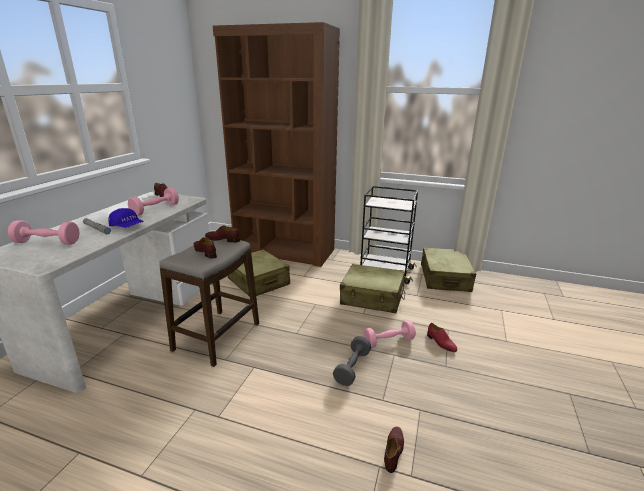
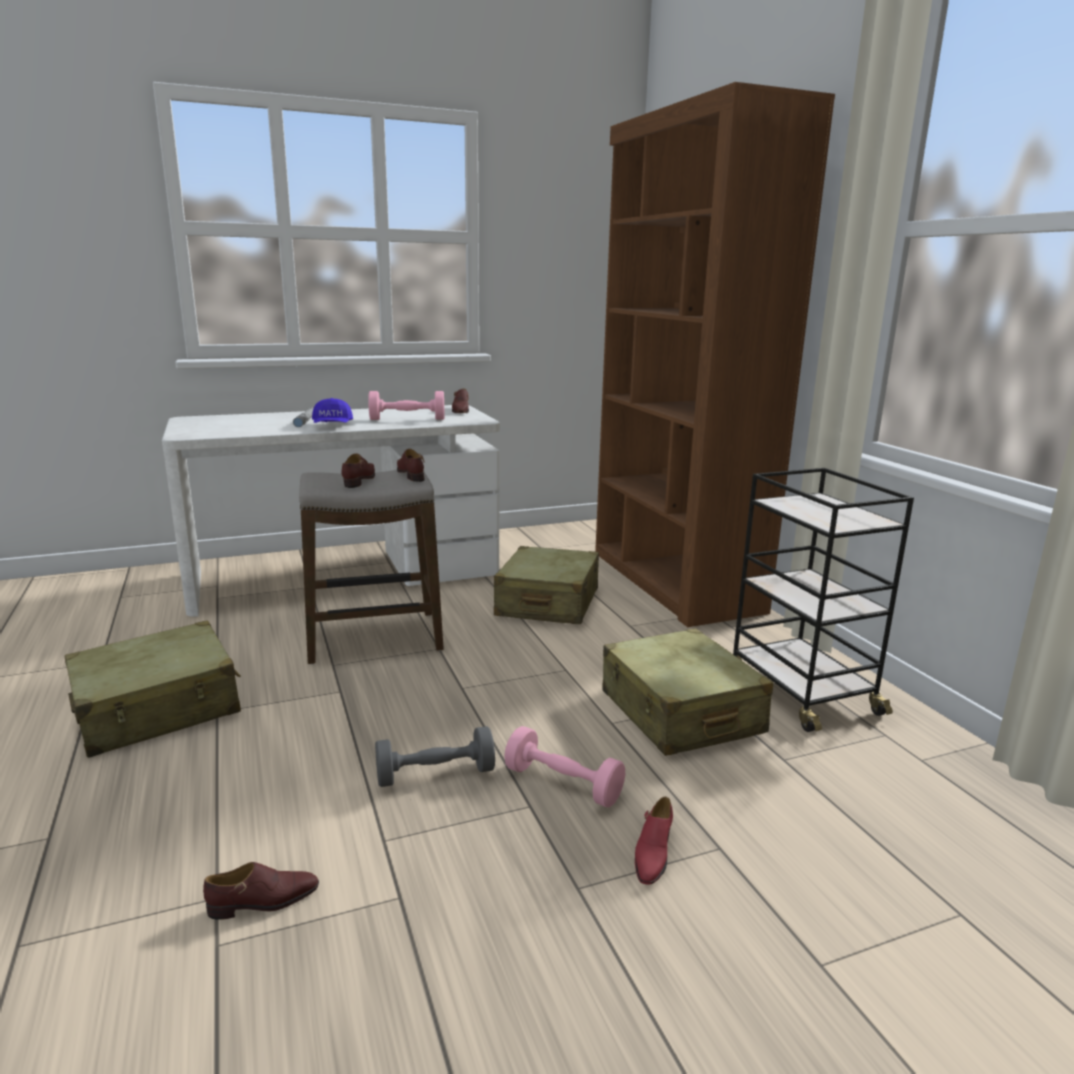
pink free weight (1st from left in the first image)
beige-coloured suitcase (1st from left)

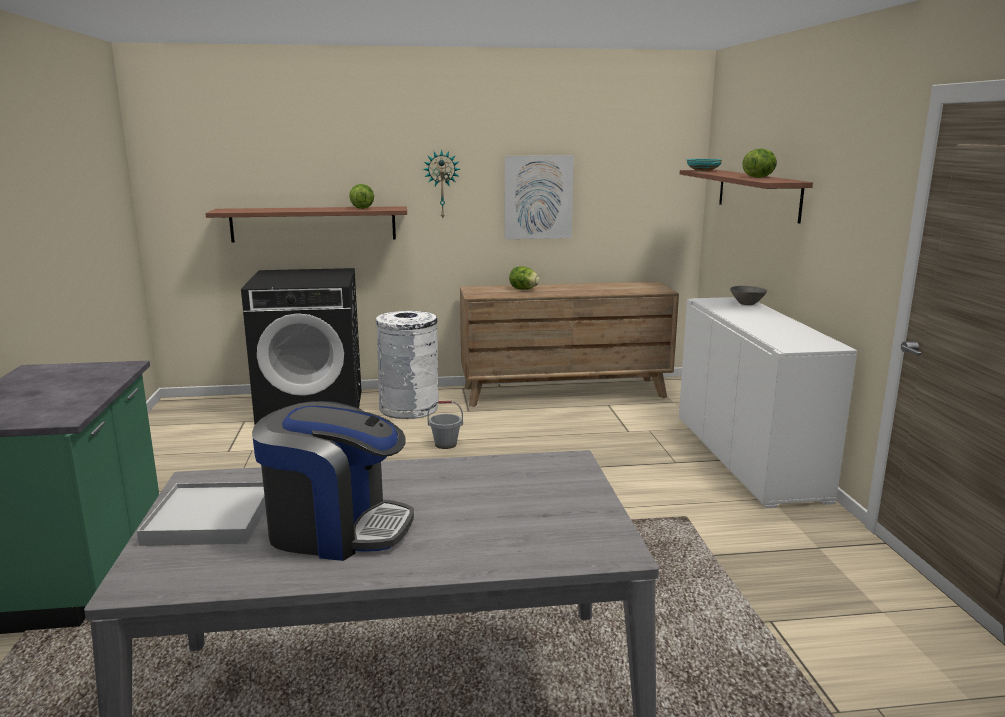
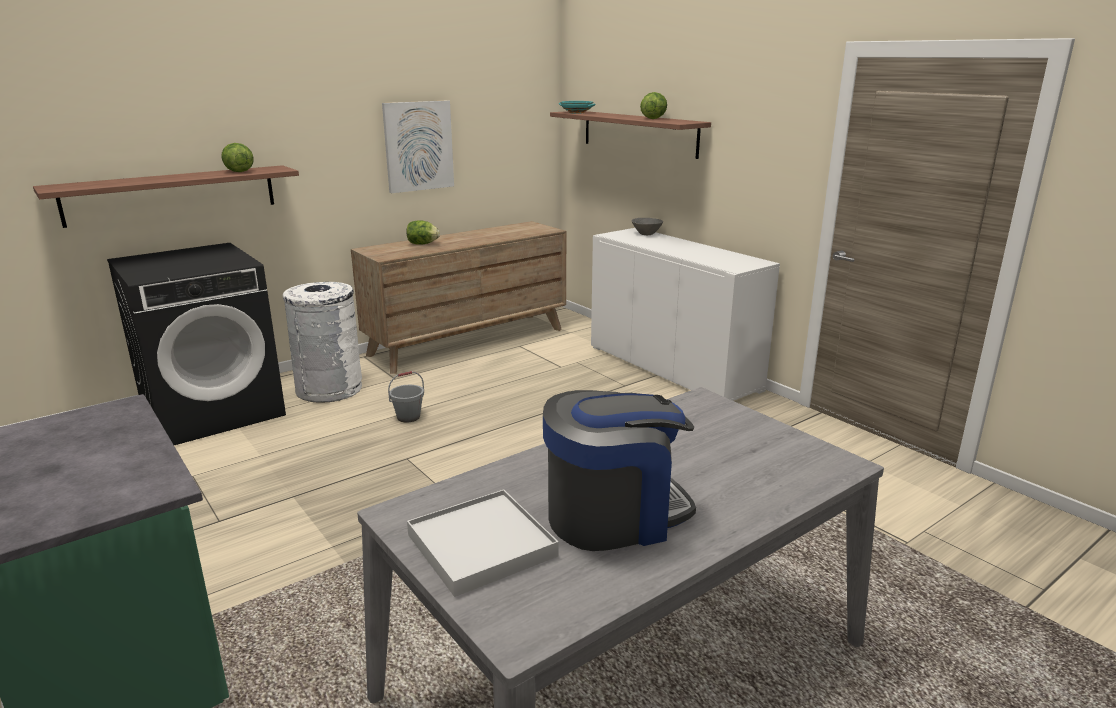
wall clock

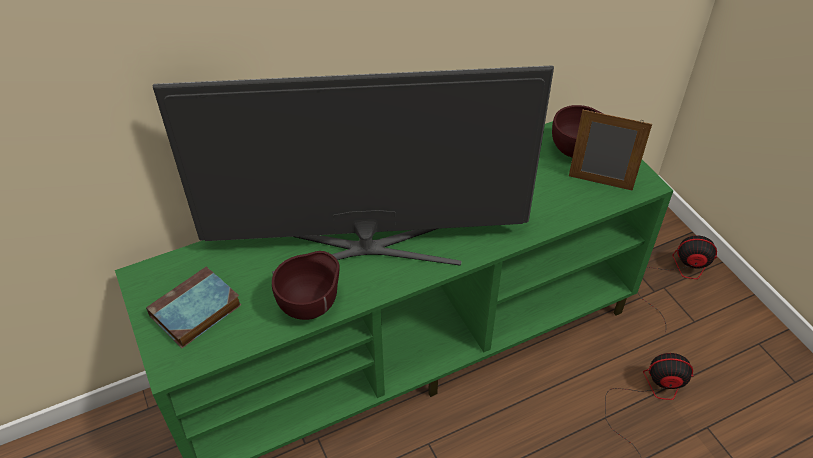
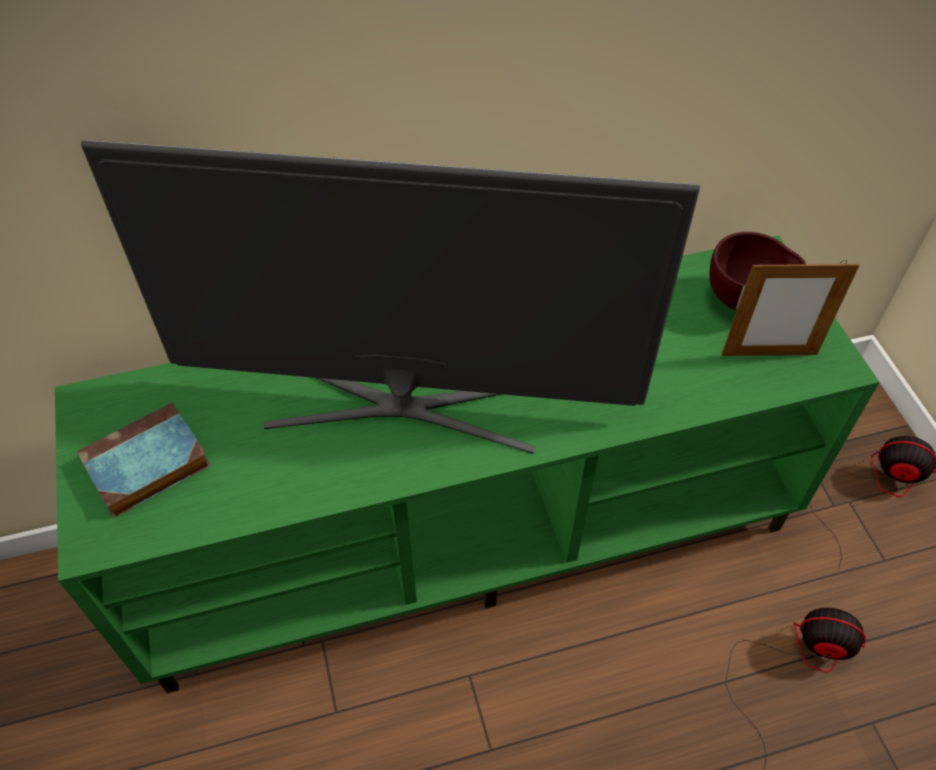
brown deep dish (1st from left in the first image)
standing frame

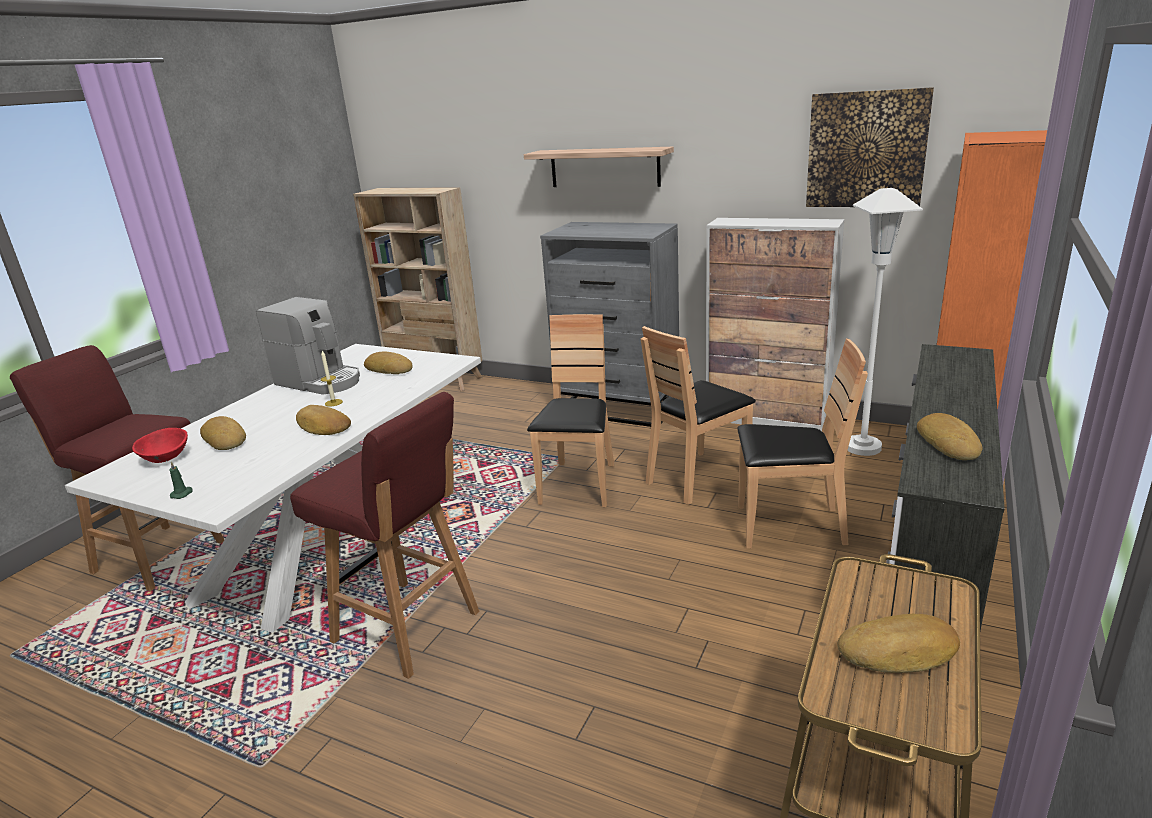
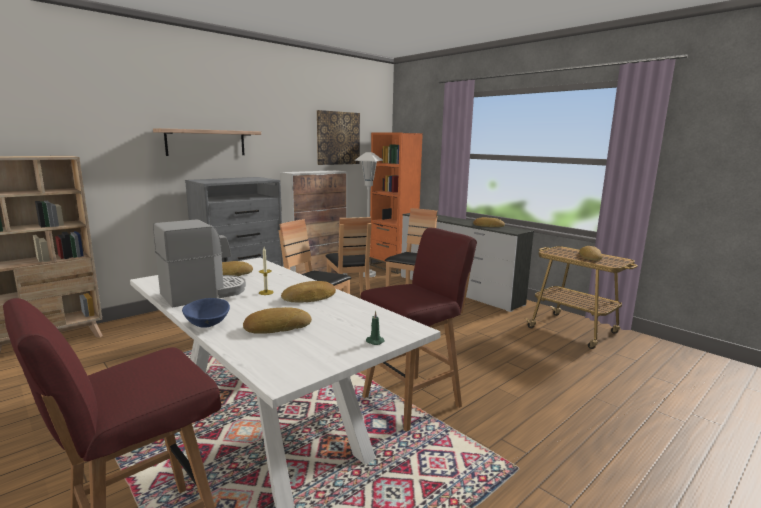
reddish deep dish
blue-coloured deep dish

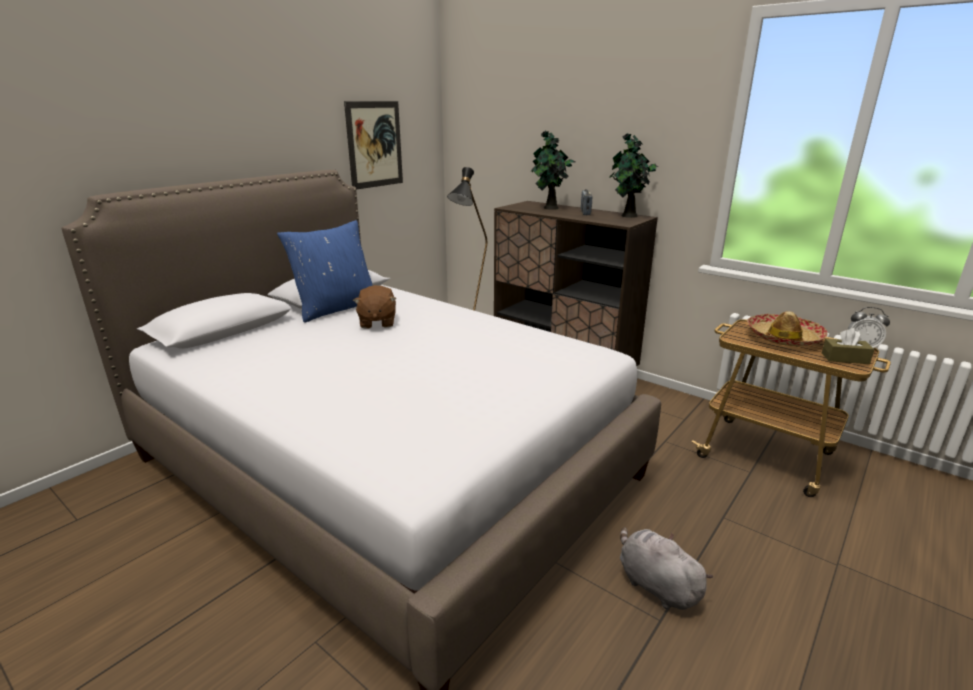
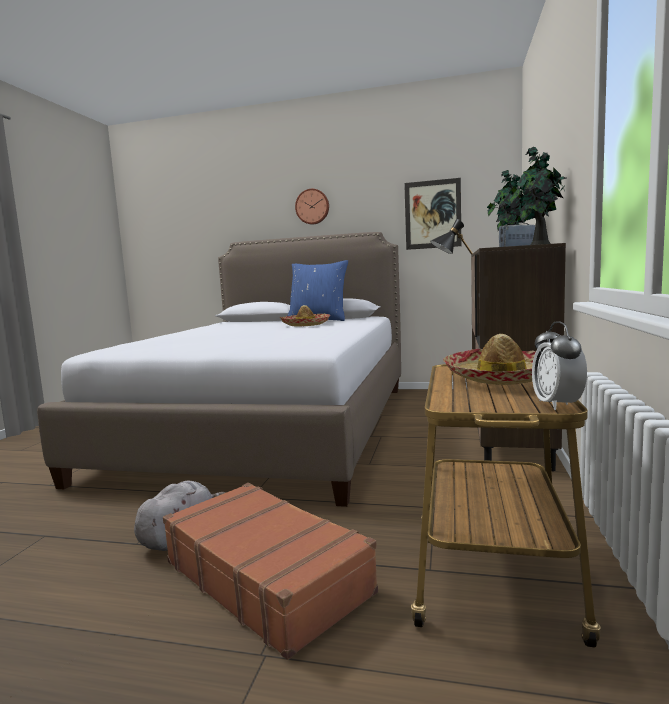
hat (1st from left)
brown box of tissues
brown suitcase
wall clock

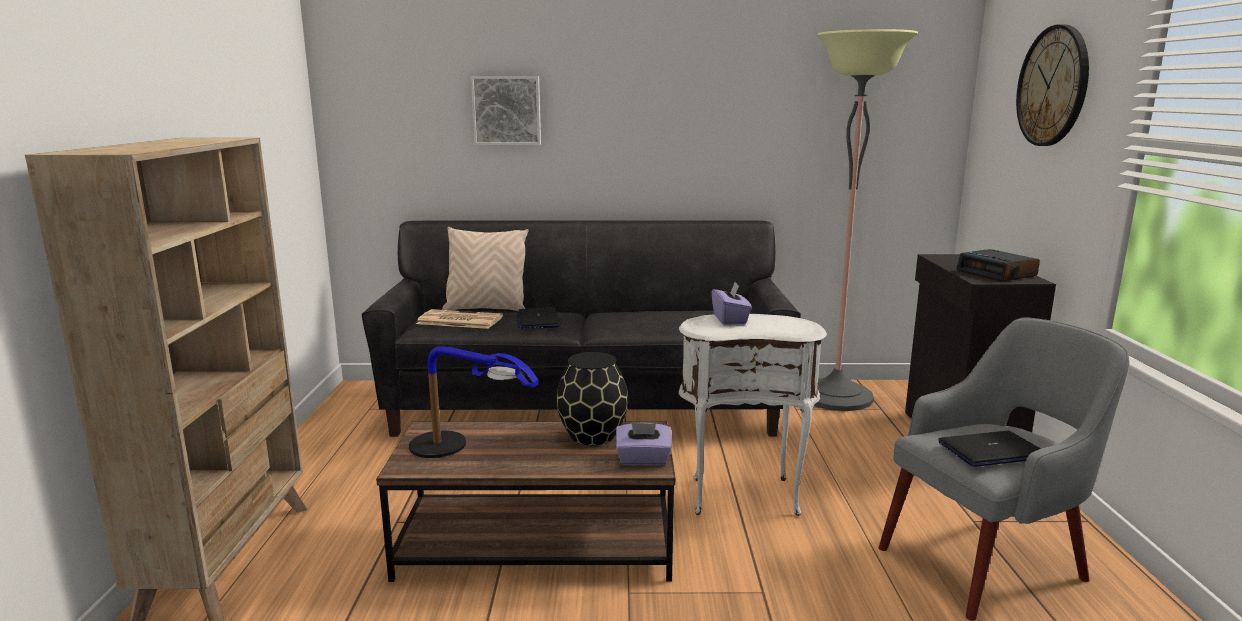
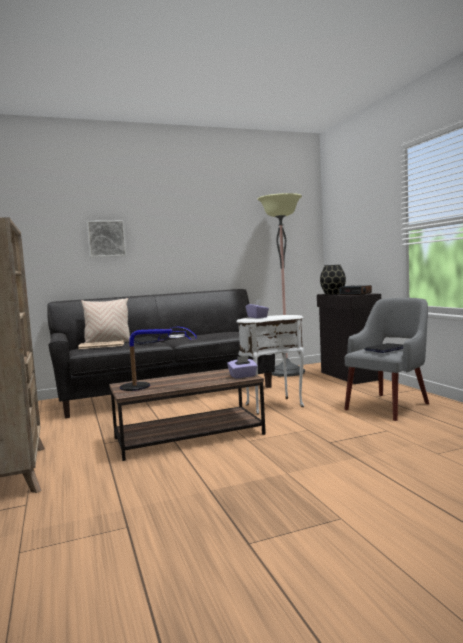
black decorative vase
wall clock

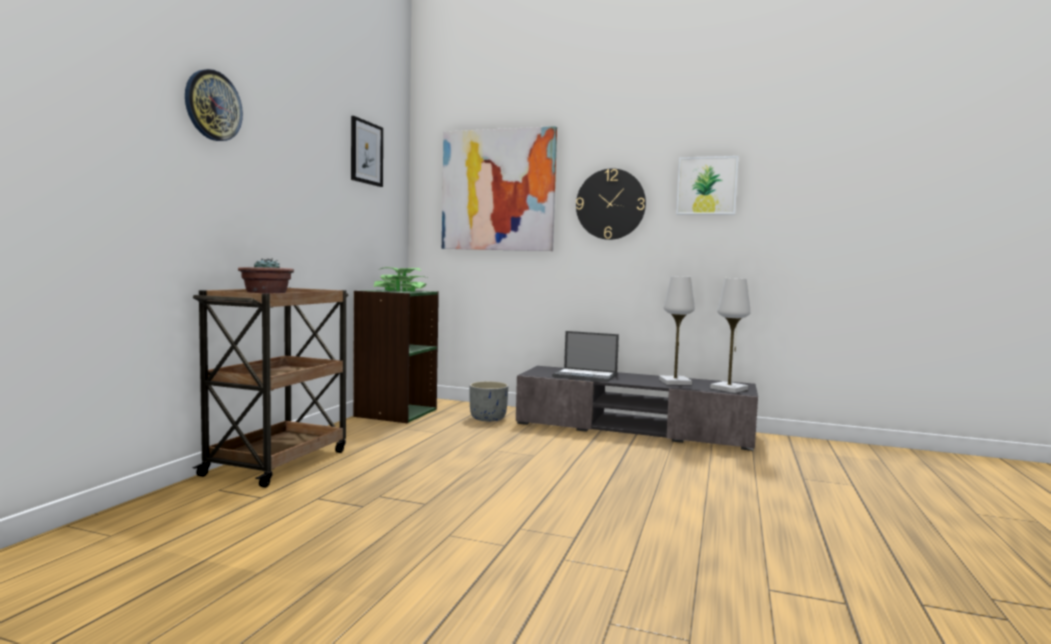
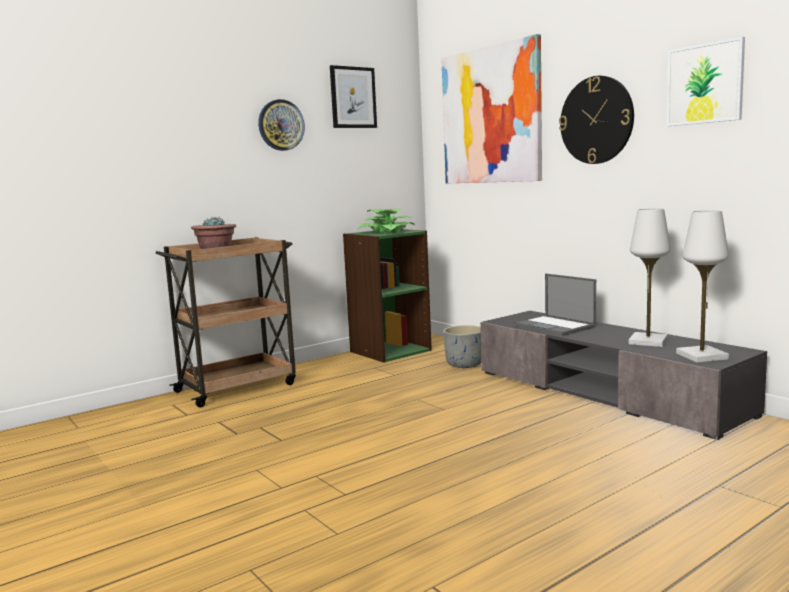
wall clock (1st from left)

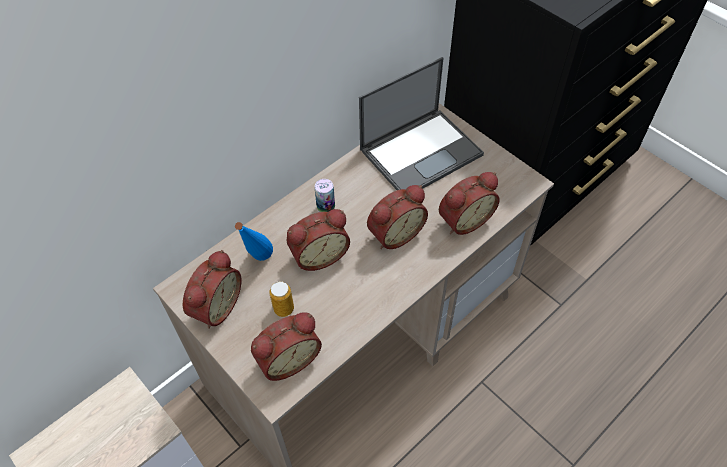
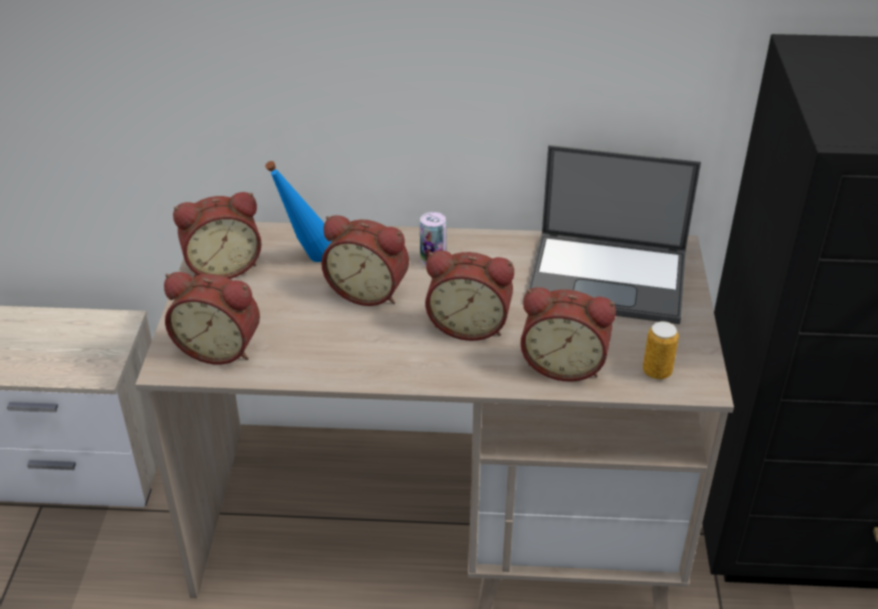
sealed can (2nd from left)

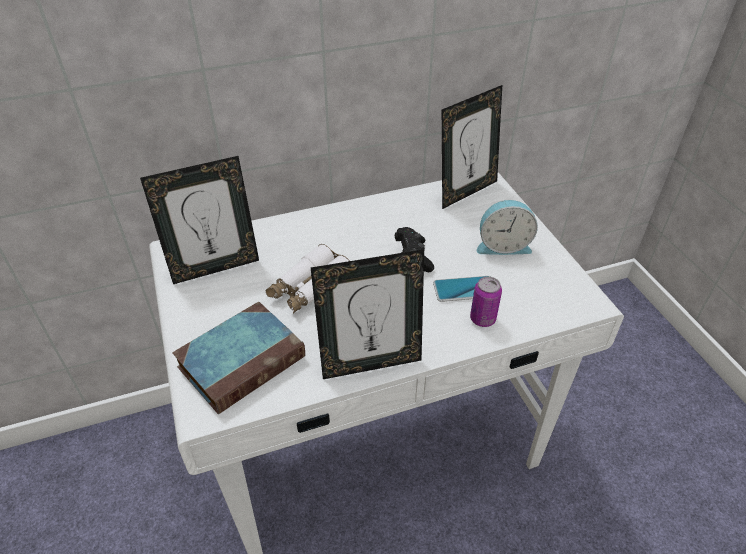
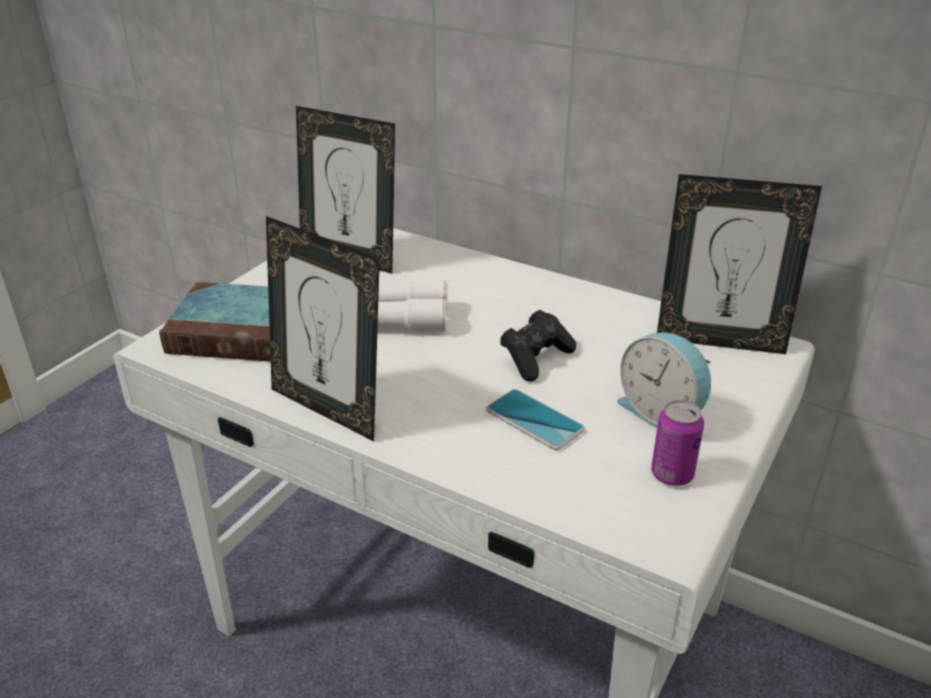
sealed can

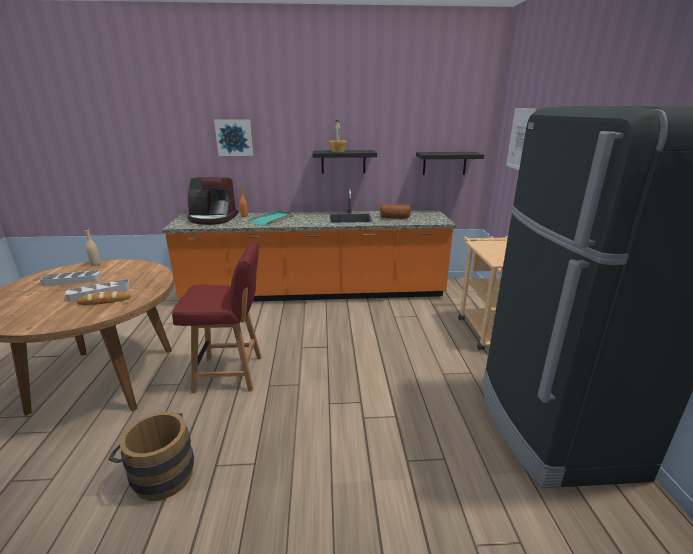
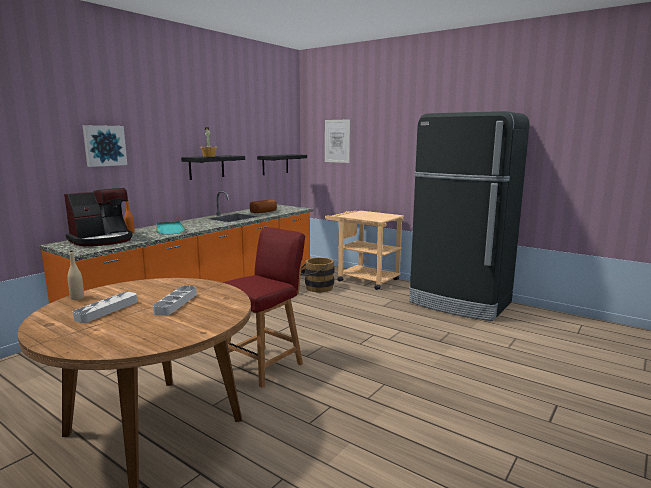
bakery bread (1st from left in the first image)
brown pail

